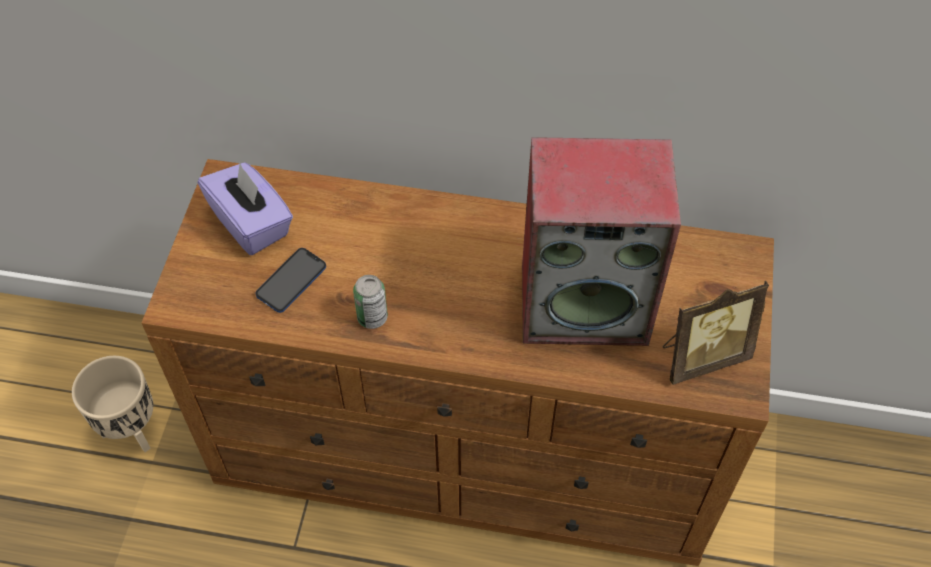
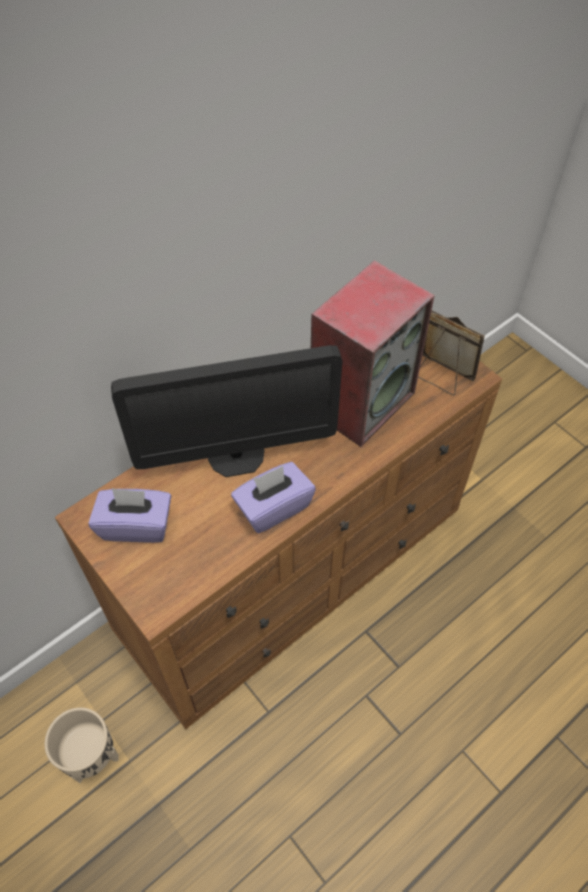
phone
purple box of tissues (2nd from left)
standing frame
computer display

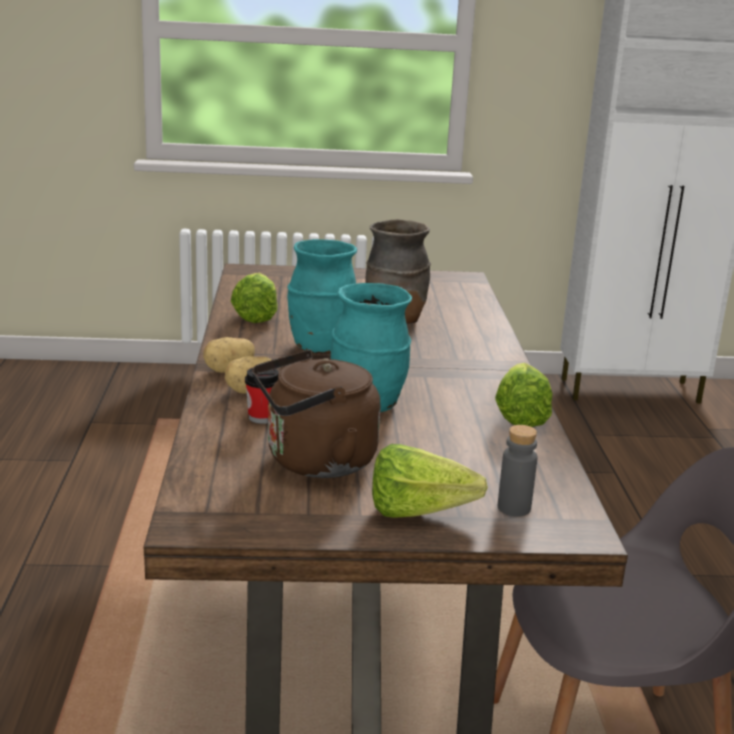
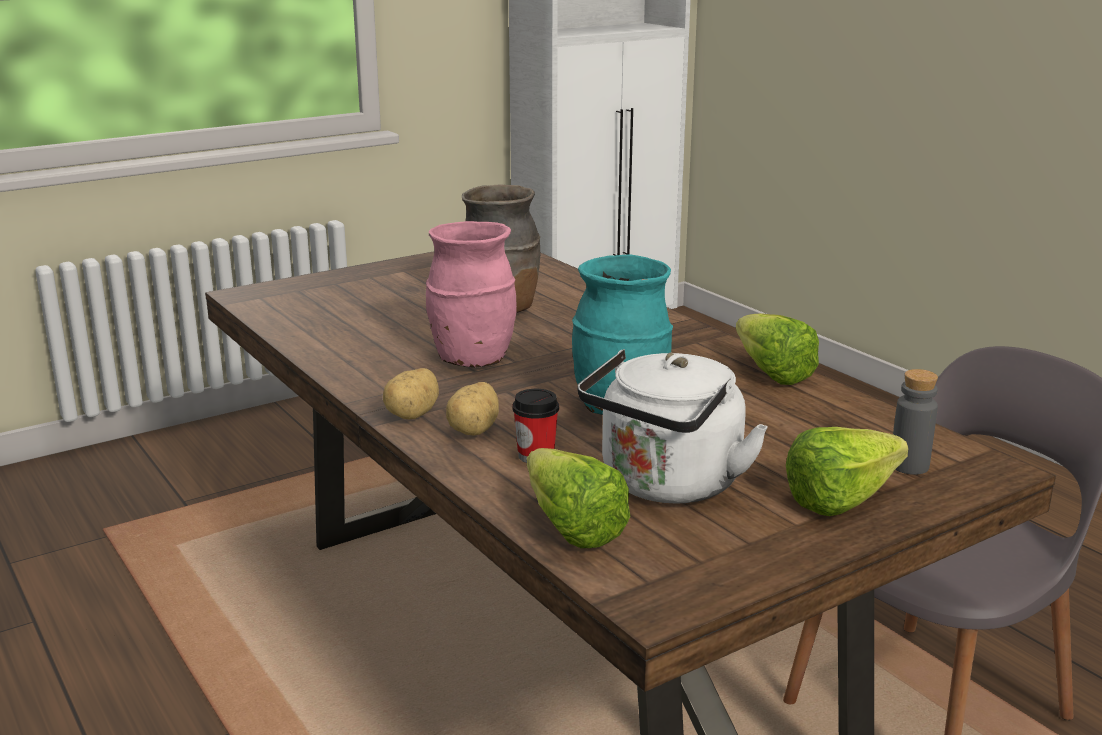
lettuce head (1st from left)
whitish water kettle
pink decorative vase

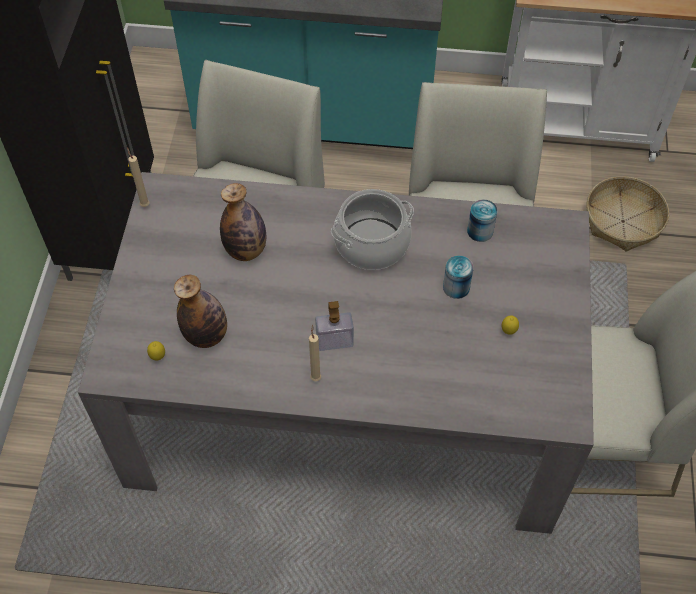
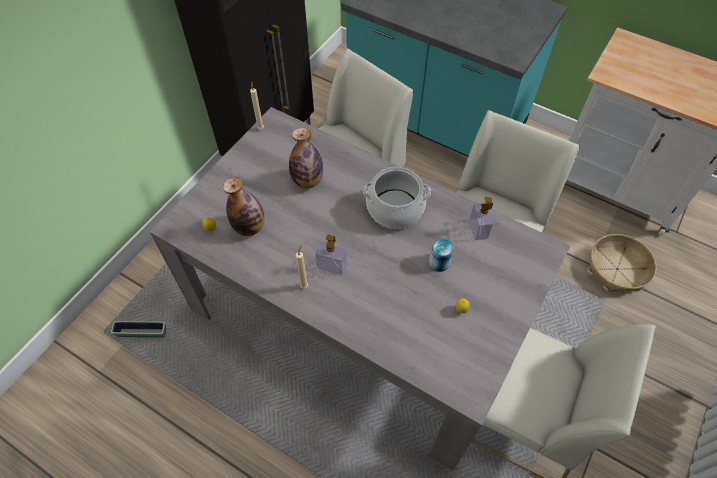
soap dispenser (2nd from left)
flower pot

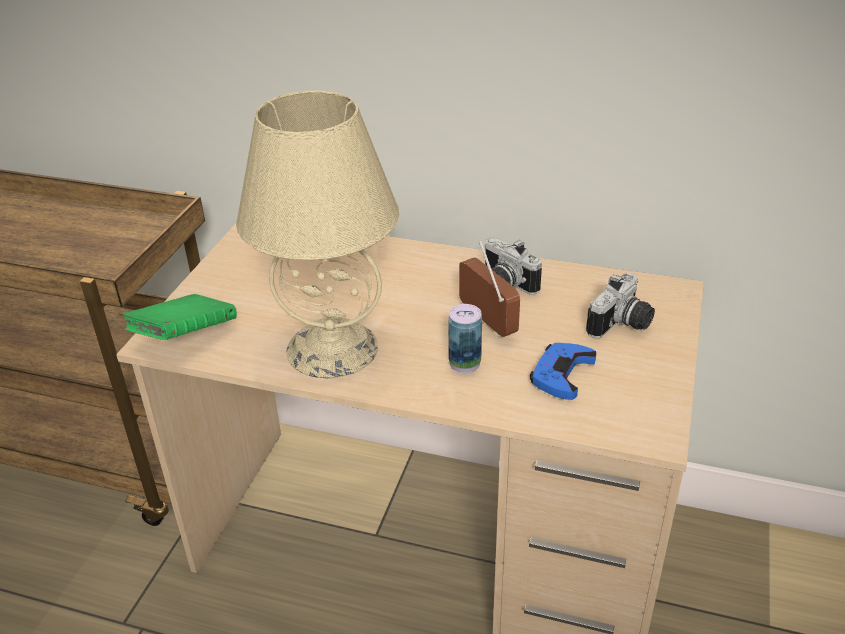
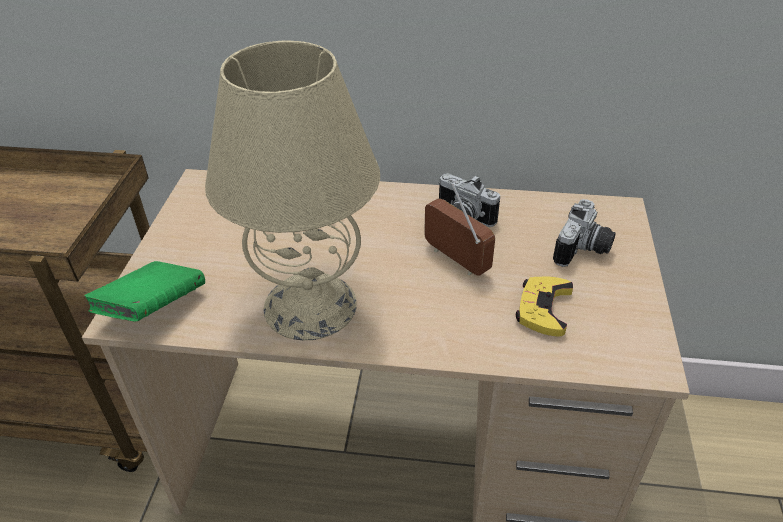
sealed can
yellowish gamepad

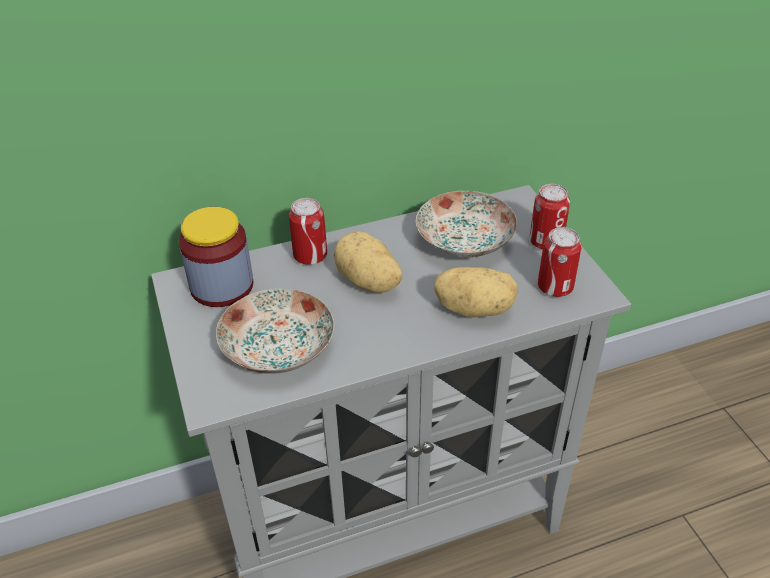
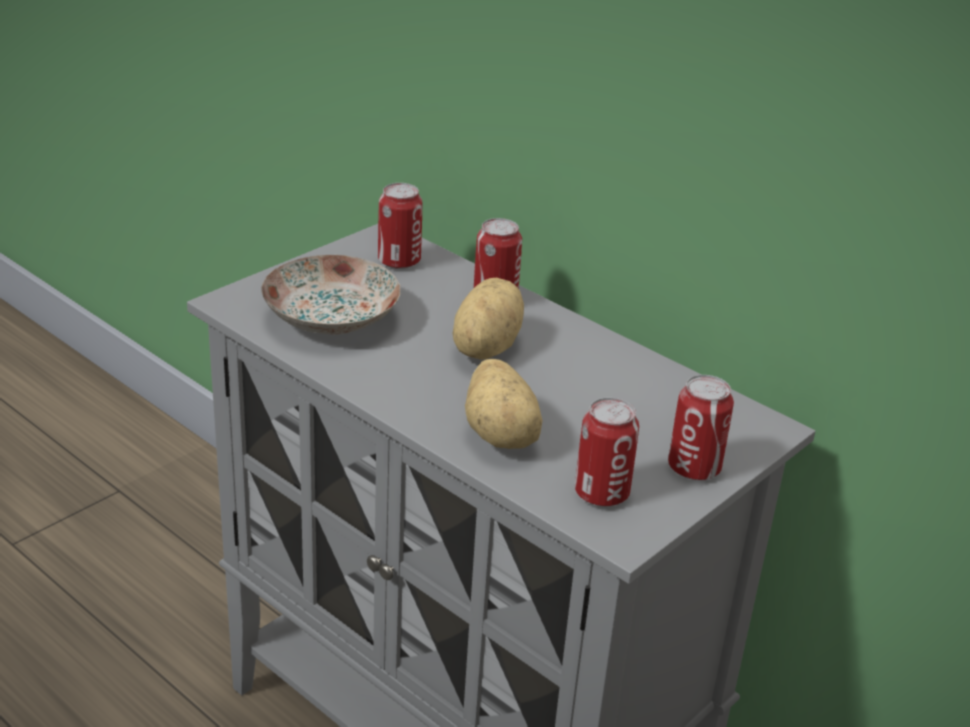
sealed can (1st from left)
flat dish (2nd from left in the first image)

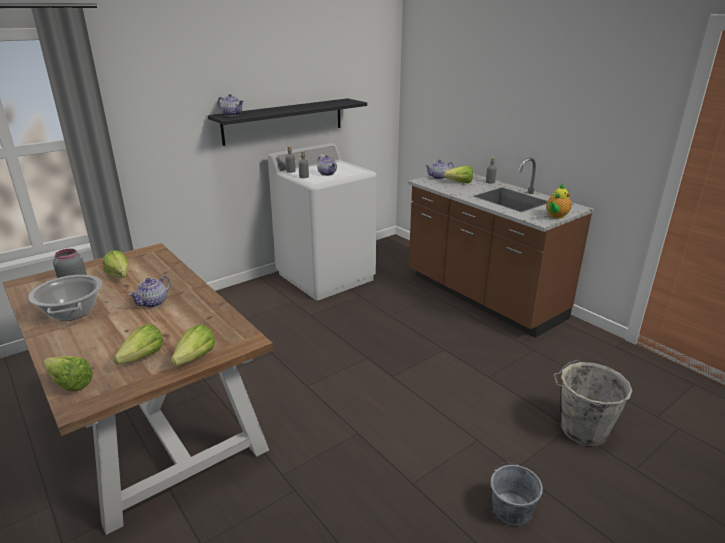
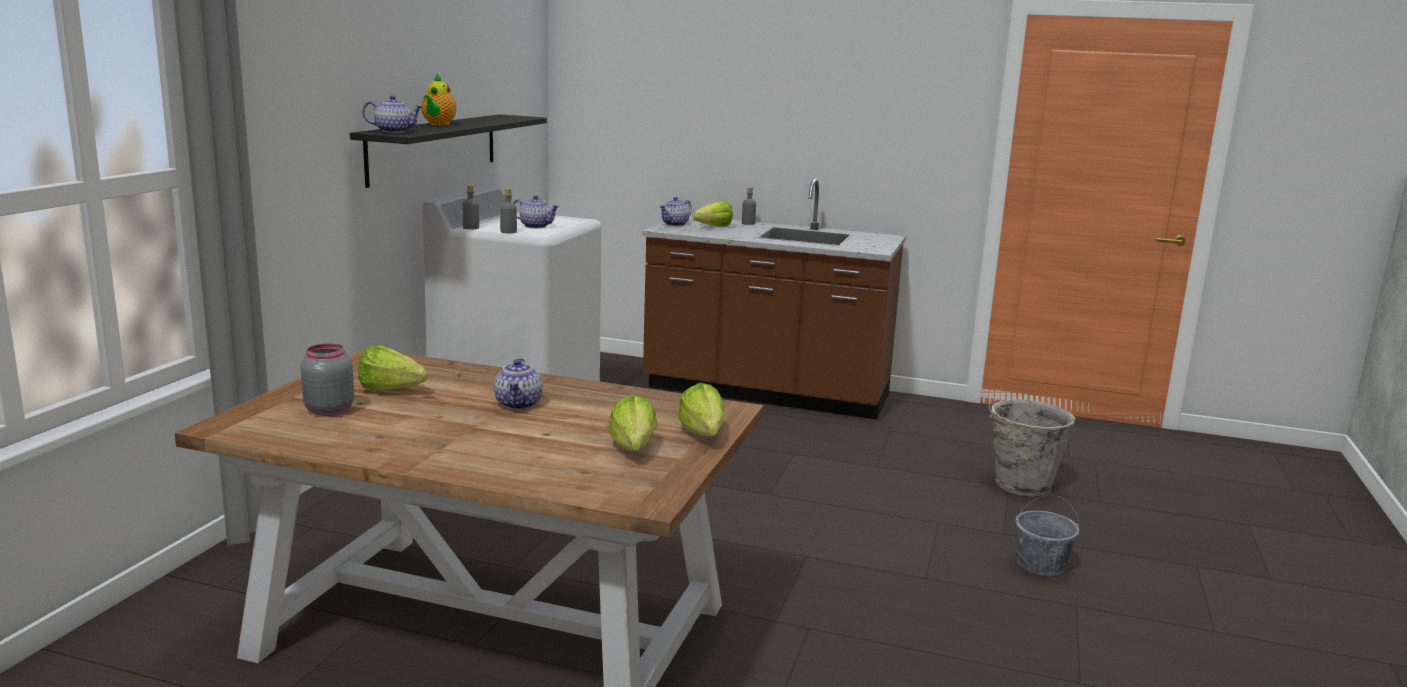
saucepot
lettuce head (1st from left in the first image)
pot for tea (2nd from left)

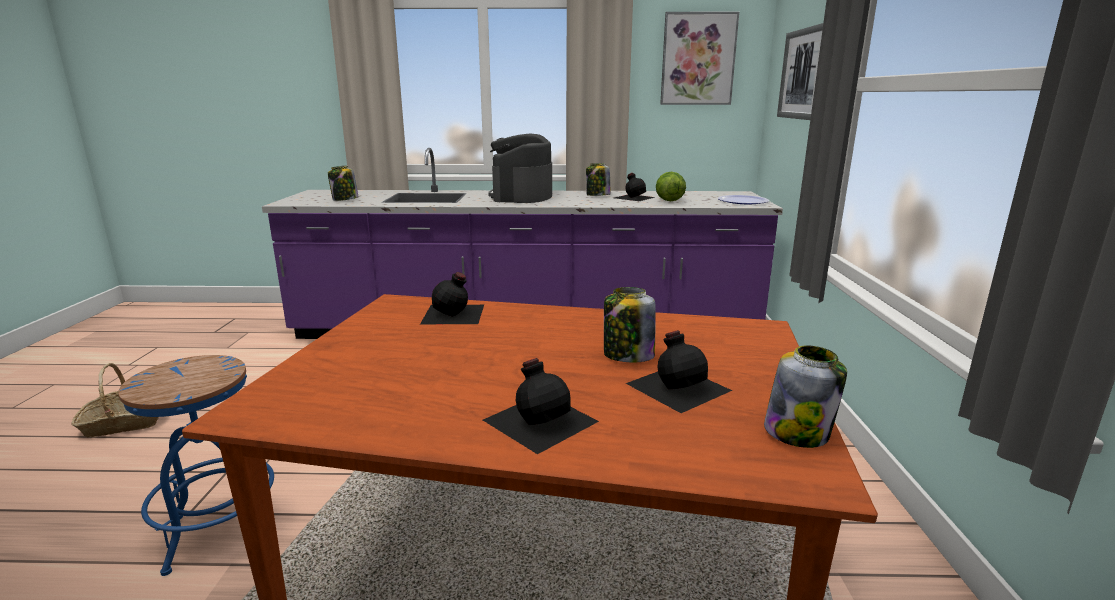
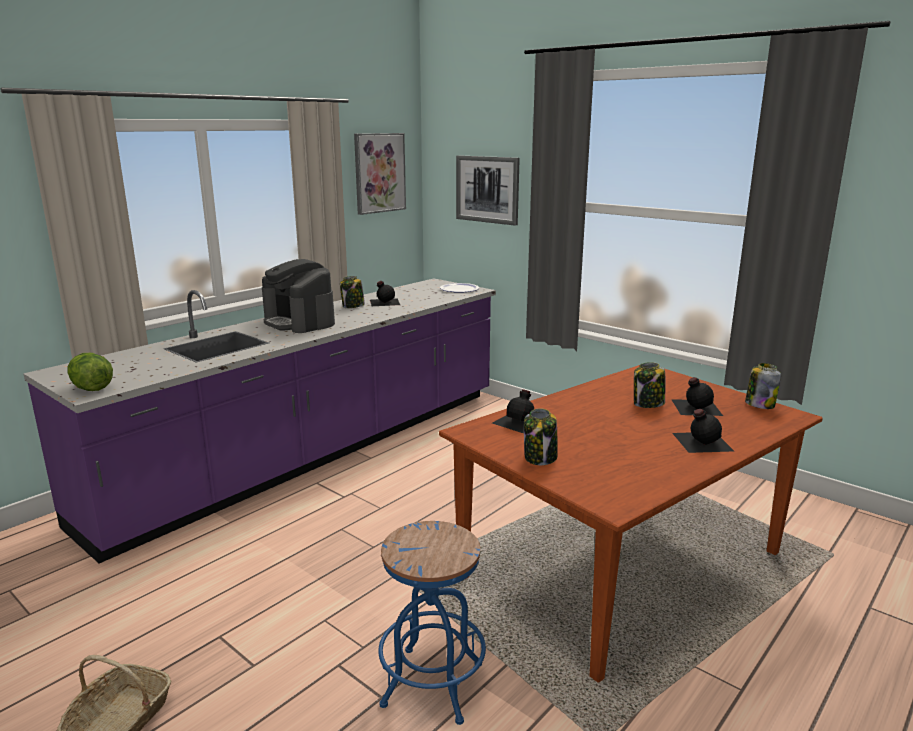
storage jar (2nd from left)
lettuce head

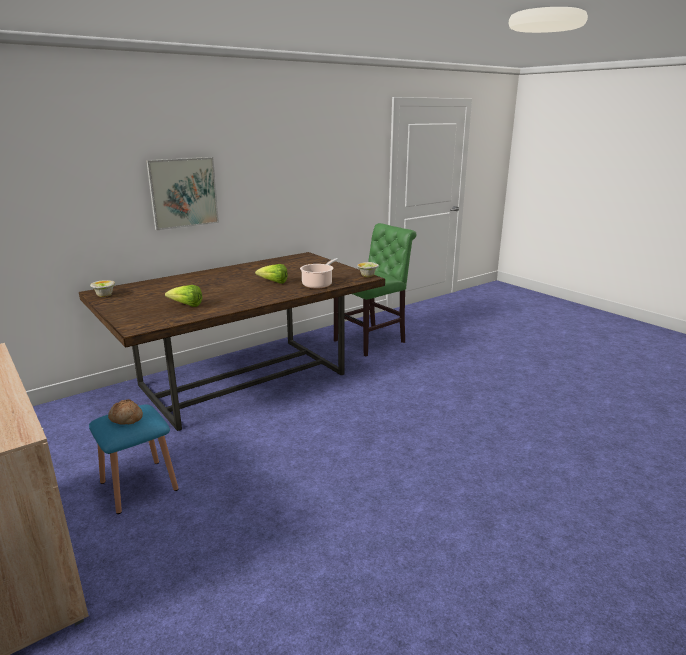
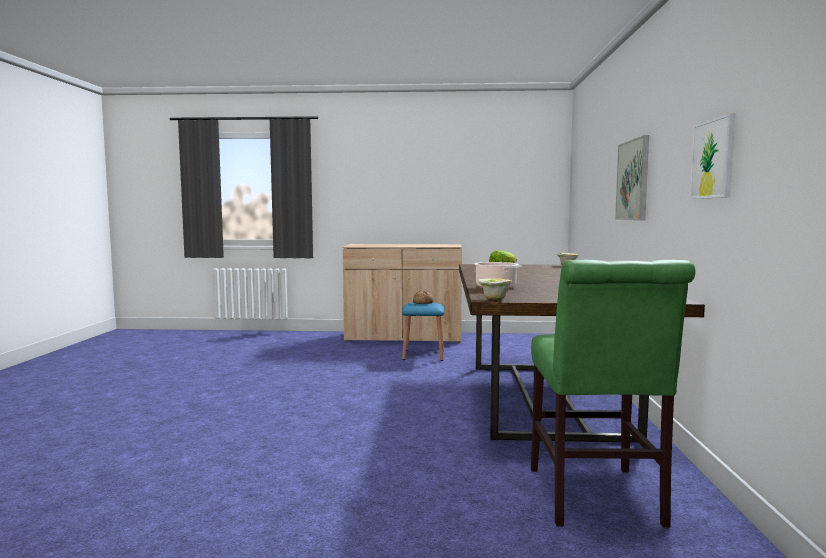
lettuce head (2nd from left in the first image)
picture (2nd from left)

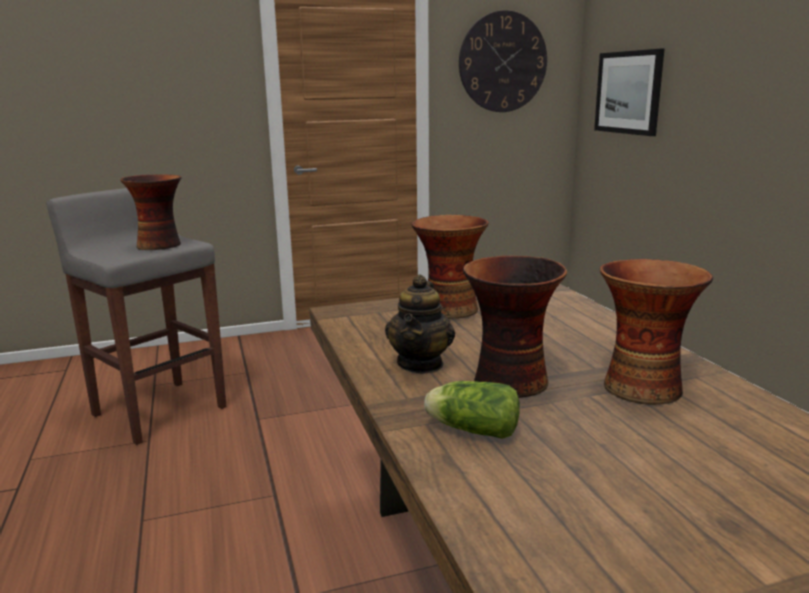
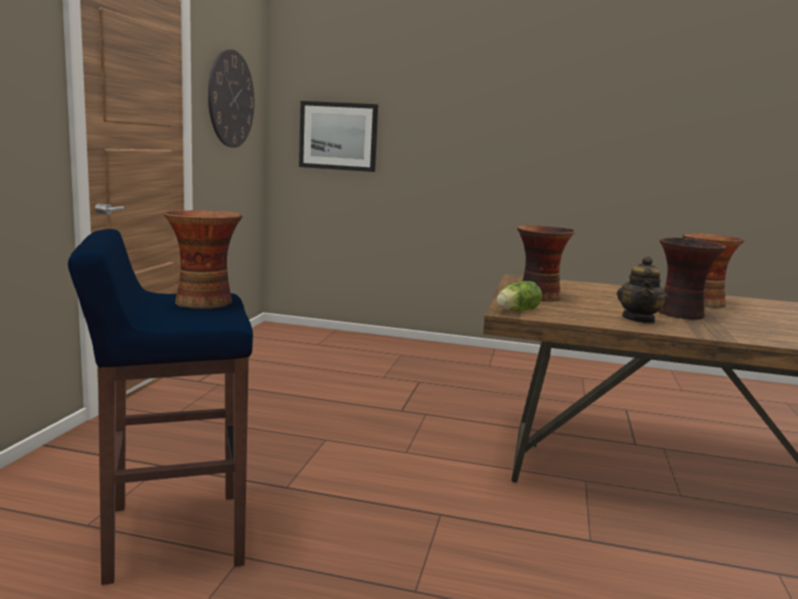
blue-coloured stool seat
pot for tea
lettuce head

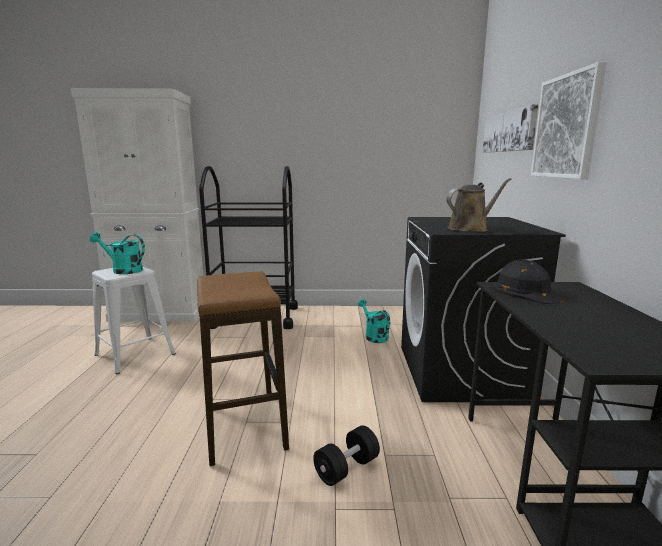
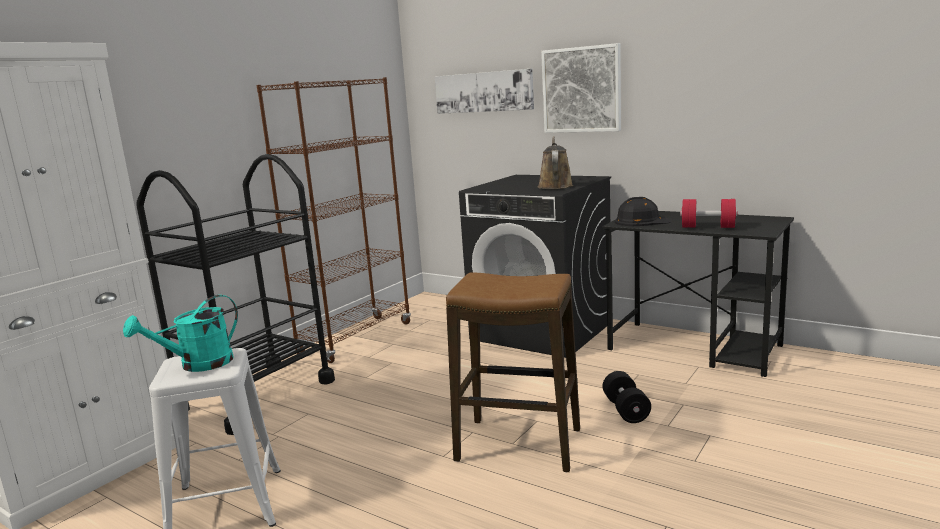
turquoise watering pot (2nd from left in the first image)
brown bookshelf
reddish free weight

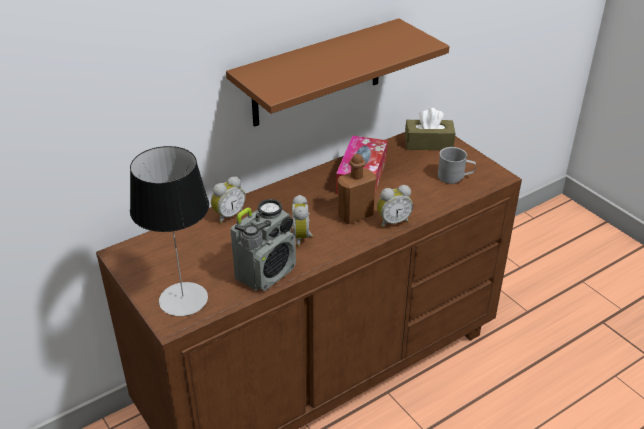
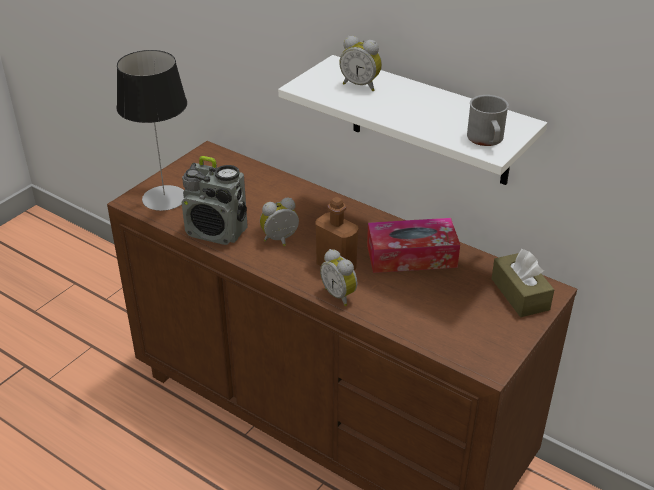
alarm clock (3rd from left)
whitish shelf
grey coffee mug

